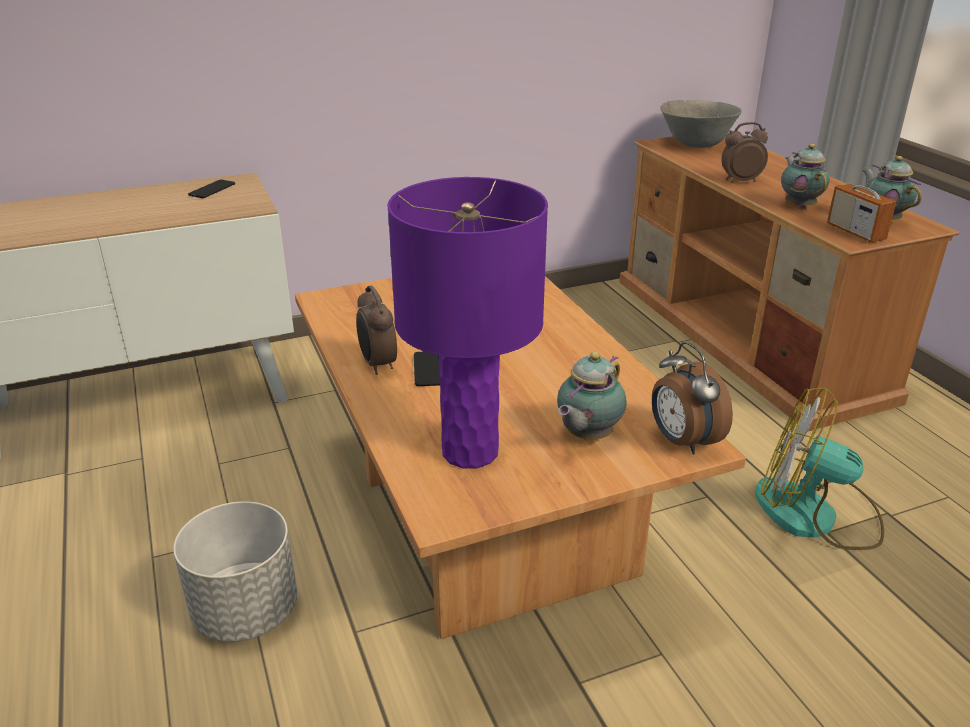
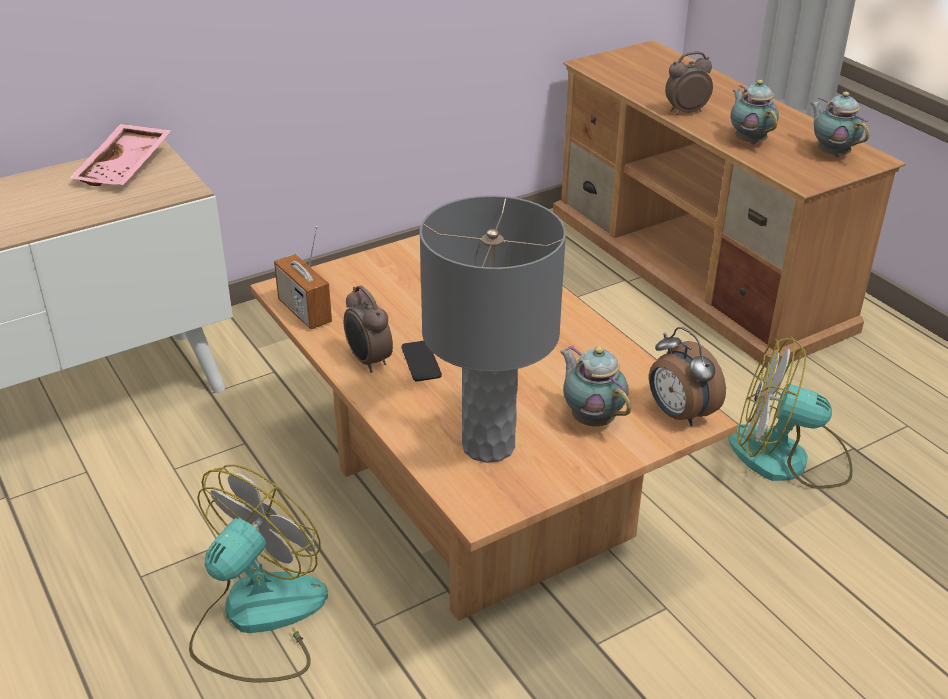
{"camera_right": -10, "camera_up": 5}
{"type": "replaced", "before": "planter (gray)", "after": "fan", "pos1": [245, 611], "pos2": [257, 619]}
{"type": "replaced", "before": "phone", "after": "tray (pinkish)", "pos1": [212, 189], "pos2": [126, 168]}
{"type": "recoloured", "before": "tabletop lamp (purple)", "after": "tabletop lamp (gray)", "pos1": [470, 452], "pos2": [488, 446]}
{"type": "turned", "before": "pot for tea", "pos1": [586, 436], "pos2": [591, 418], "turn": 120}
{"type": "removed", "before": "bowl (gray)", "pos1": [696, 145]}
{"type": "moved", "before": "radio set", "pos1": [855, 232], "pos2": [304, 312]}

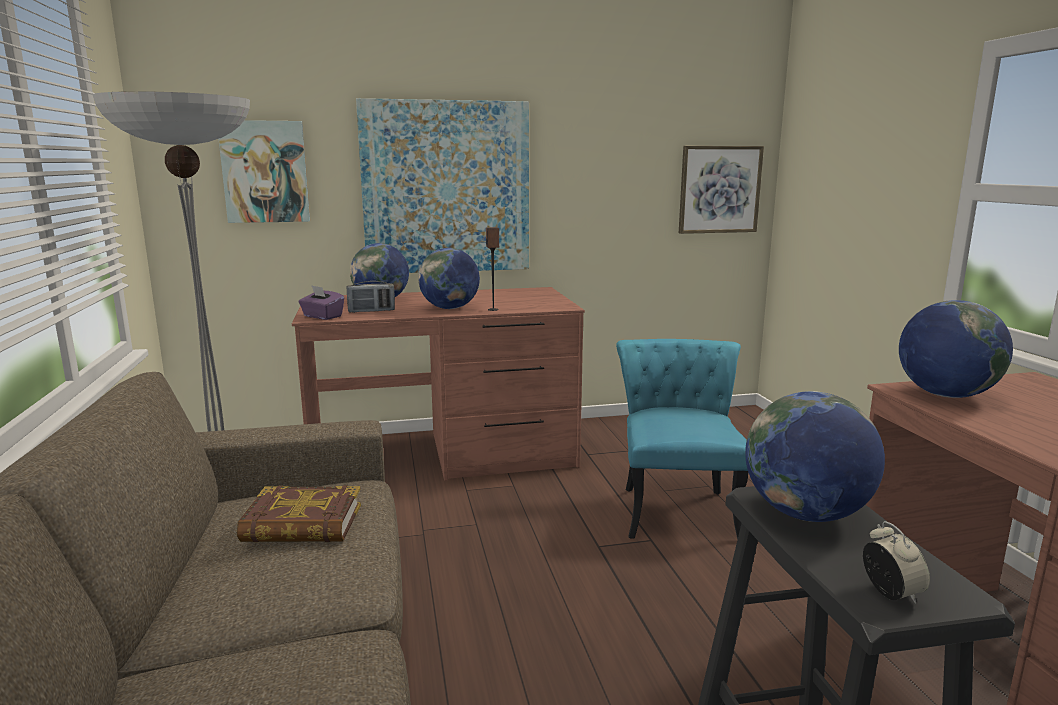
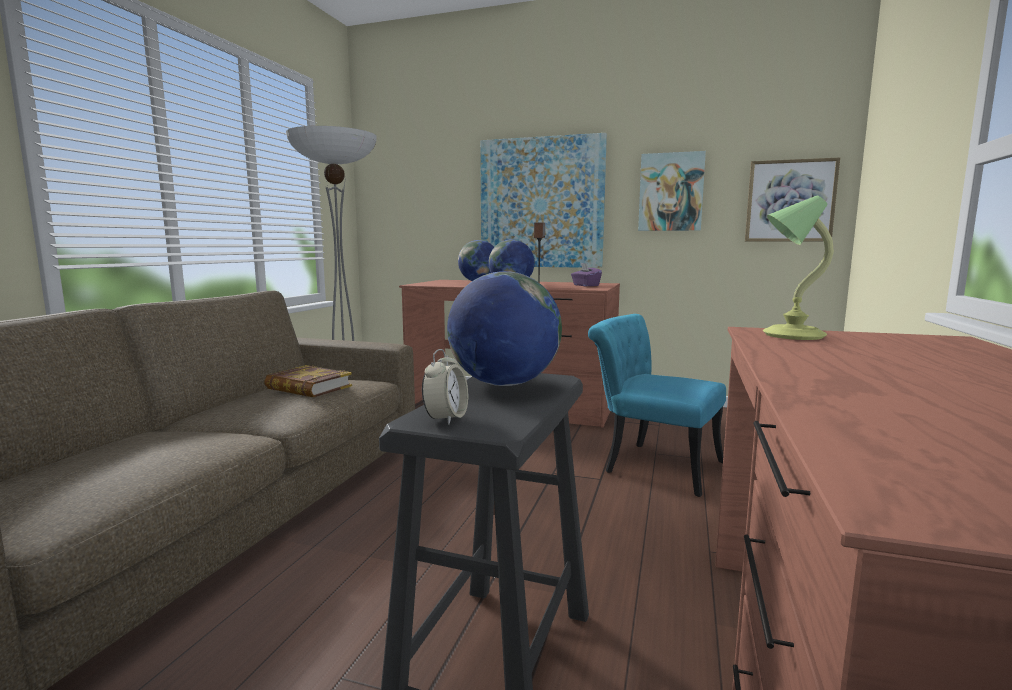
{"camera_right": 30, "camera_up": -5}
{"type": "moved", "before": "picture", "pos1": [265, 172], "pos2": [671, 192]}
{"type": "moved", "before": "box of tissues (purple)", "pos1": [322, 316], "pos2": [585, 285]}
{"type": "removed", "before": "radio set", "pos1": [371, 311]}
{"type": "turned", "before": "chair (turquoise-coloured)", "pos1": [676, 506], "pos2": [652, 465], "turn": -90}
{"type": "replaced", "before": "world globe", "after": "tabletop lamp", "pos1": [945, 395], "pos2": [790, 335]}

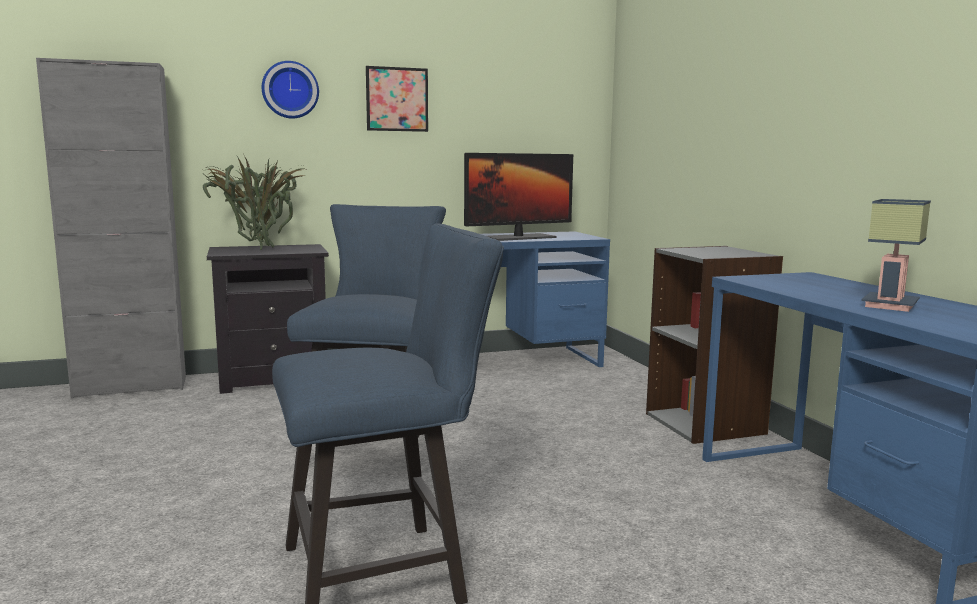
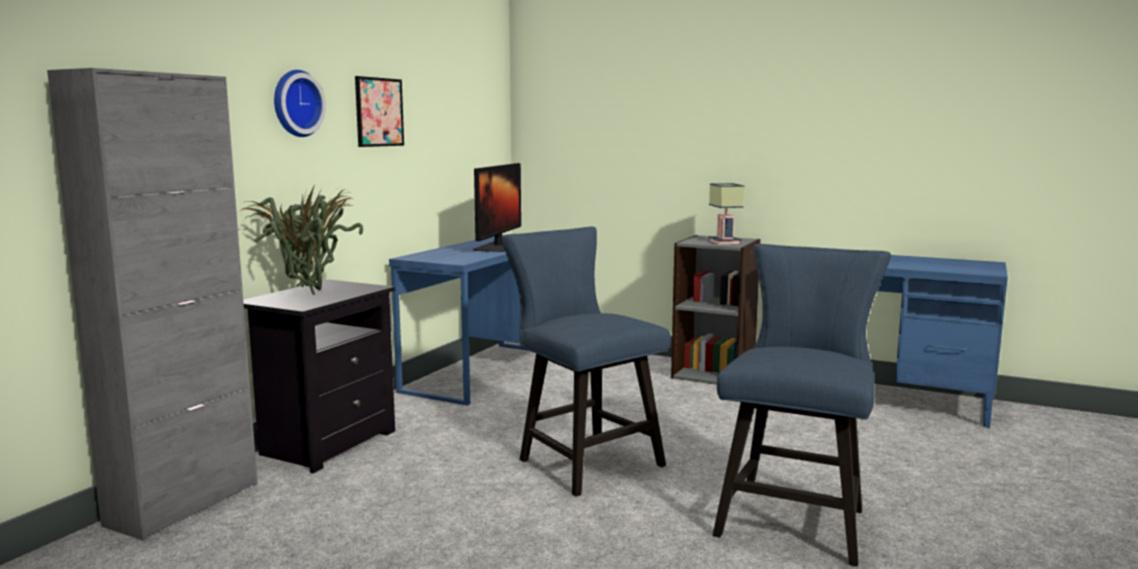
{"camera_right": -45, "camera_up": 0}
{"type": "moved", "before": "tabletop lamp", "pos1": [892, 306], "pos2": [726, 242]}

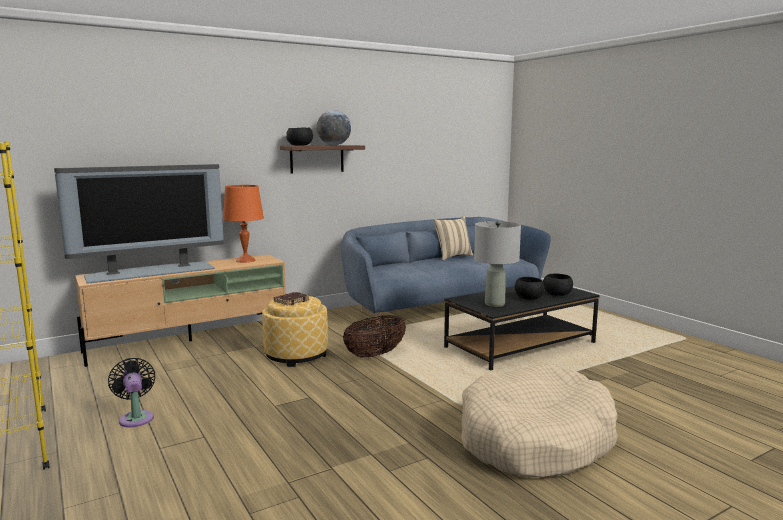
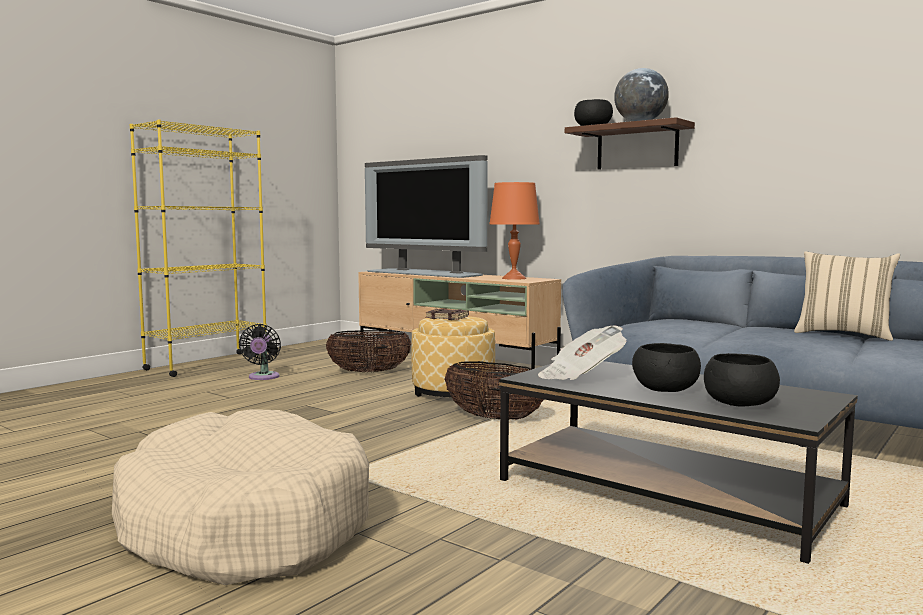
{"camera_right": 70, "camera_up": -5}
{"type": "turned", "before": "fan (blackish)", "pos1": [136, 417], "pos2": [263, 377], "turn": 135}
{"type": "replaced", "before": "tabletop lamp (gray)", "after": "printed paper", "pos1": [495, 304], "pos2": [581, 376]}
{"type": "added", "after": "storage basket", "pos2": [369, 372]}

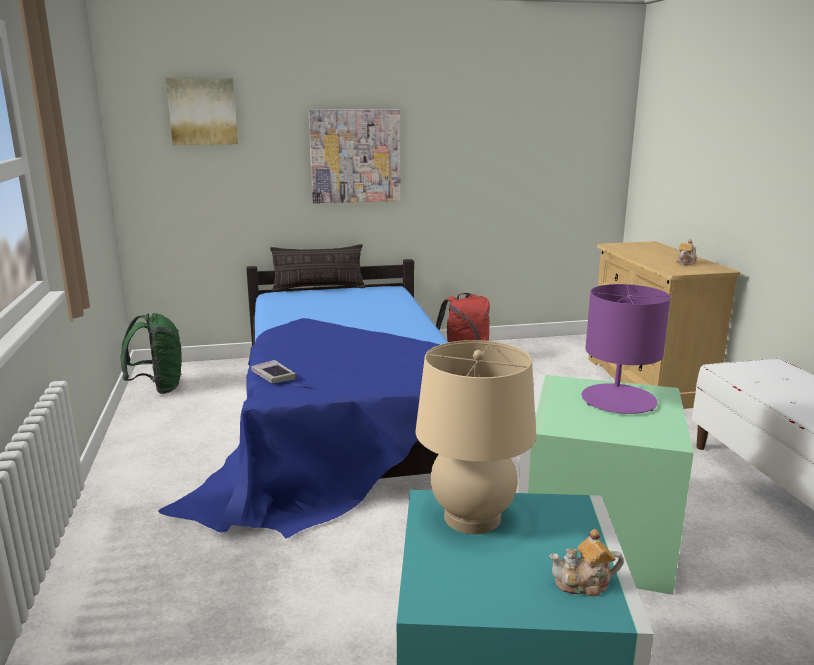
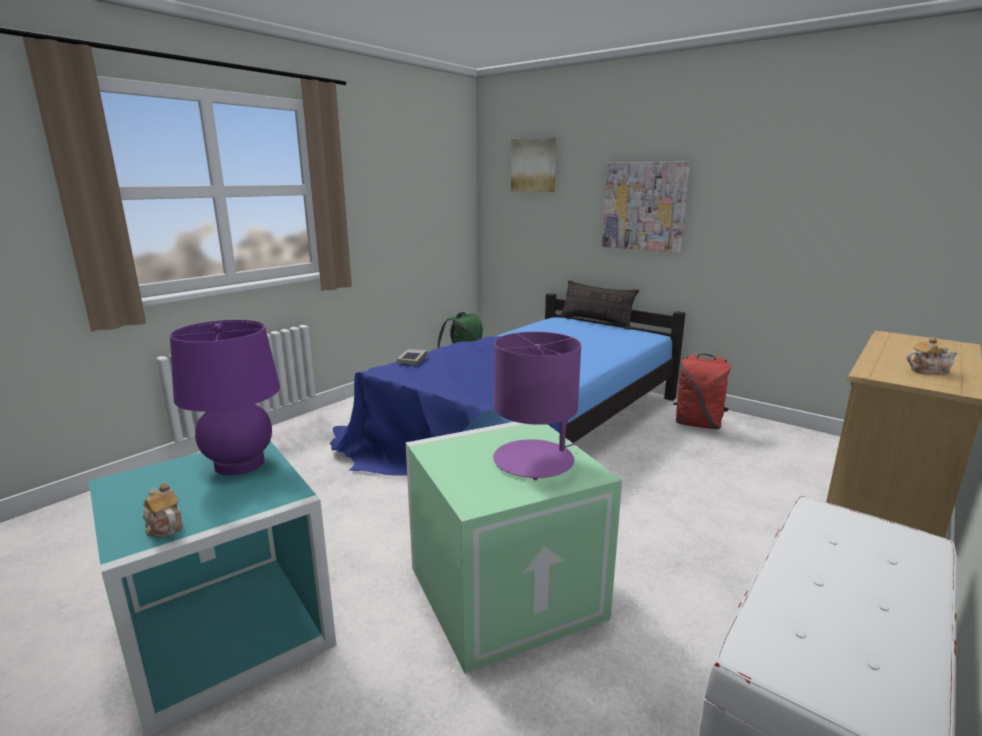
{"camera_right": 50, "camera_up": 0}
{"type": "recoloured", "before": "tabletop lamp (sand-coloured)", "after": "tabletop lamp (purple)", "pos1": [472, 517], "pos2": [240, 464]}

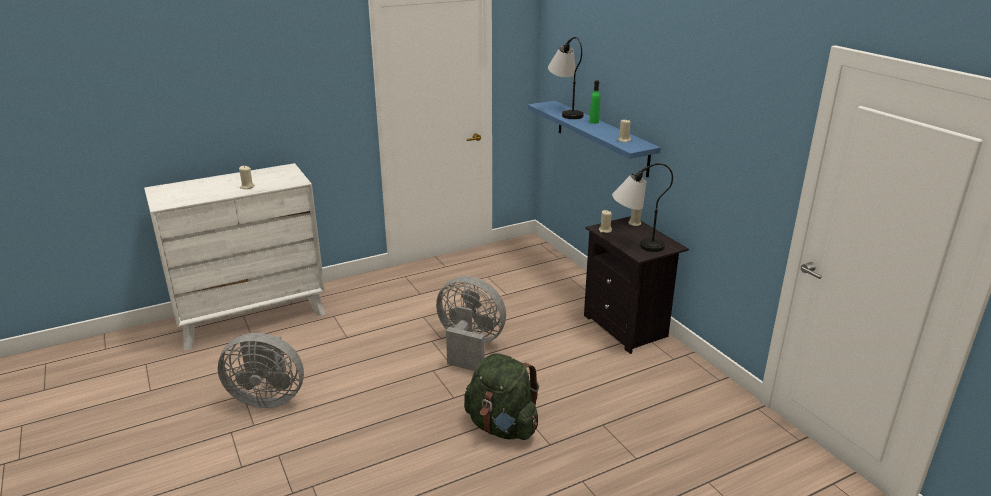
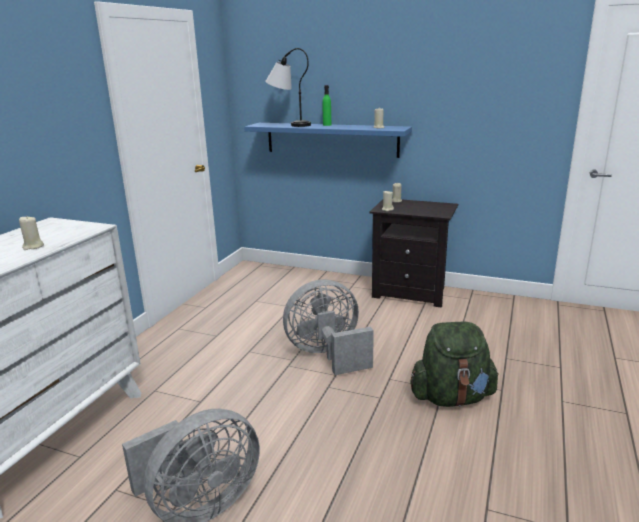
{"camera_right": -40, "camera_up": -5}
{"type": "removed", "before": "tabletop lamp", "pos1": [635, 244]}

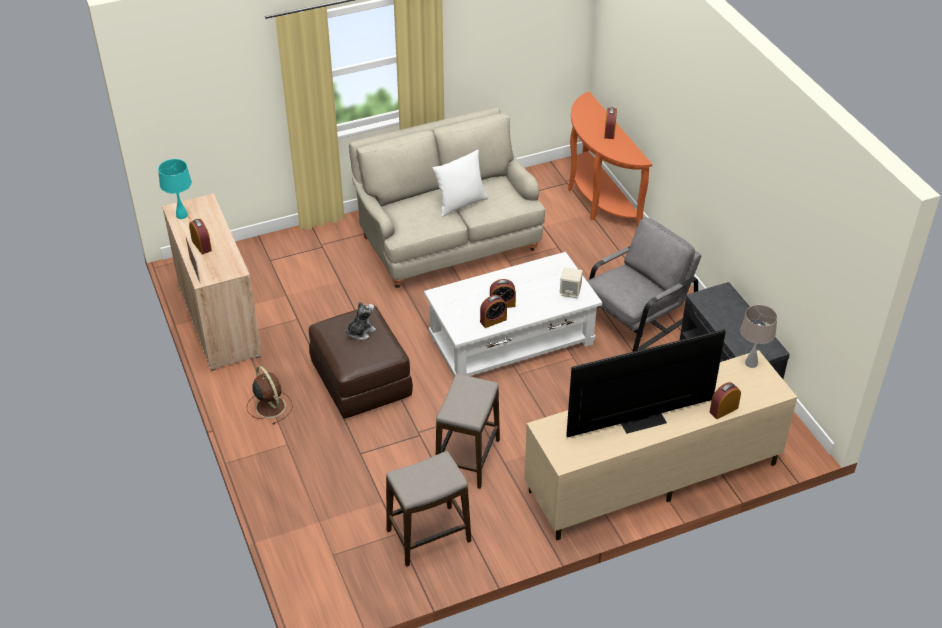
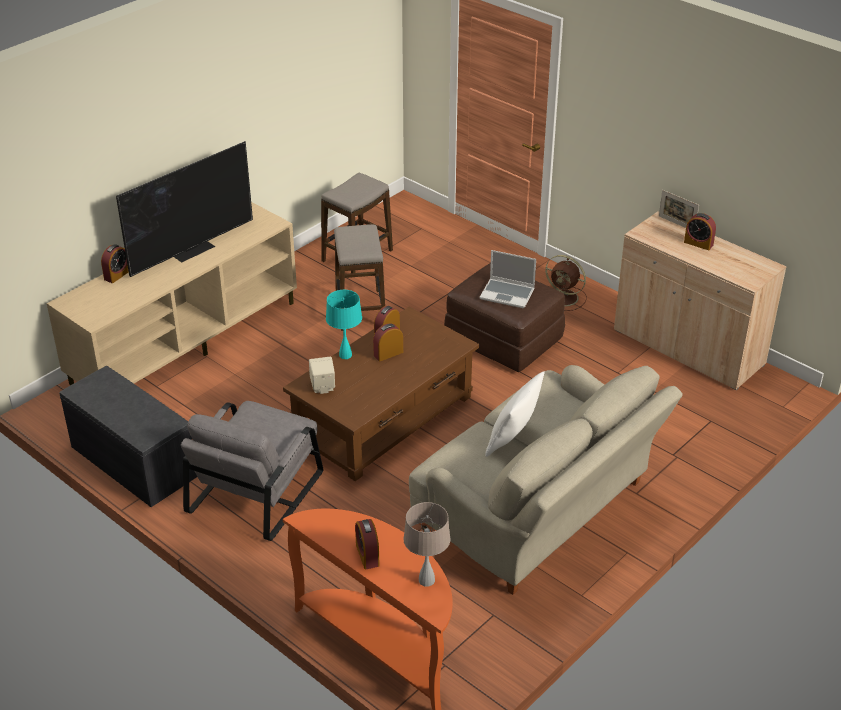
{"camera_right": 155, "camera_up": -5}
{"type": "moved", "before": "tabletop lamp (turquoise-coloured)", "pos1": [181, 215], "pos2": [345, 355]}
{"type": "replaced", "before": "soft toy", "after": "portable computer", "pos1": [360, 332], "pos2": [508, 294]}
{"type": "recoloured", "before": "lounge table (white)", "after": "lounge table (brown)", "pos1": [512, 340], "pos2": [383, 418]}
{"type": "moved", "before": "tabletop lamp (sand-coloured)", "pos1": [751, 363], "pos2": [426, 580]}

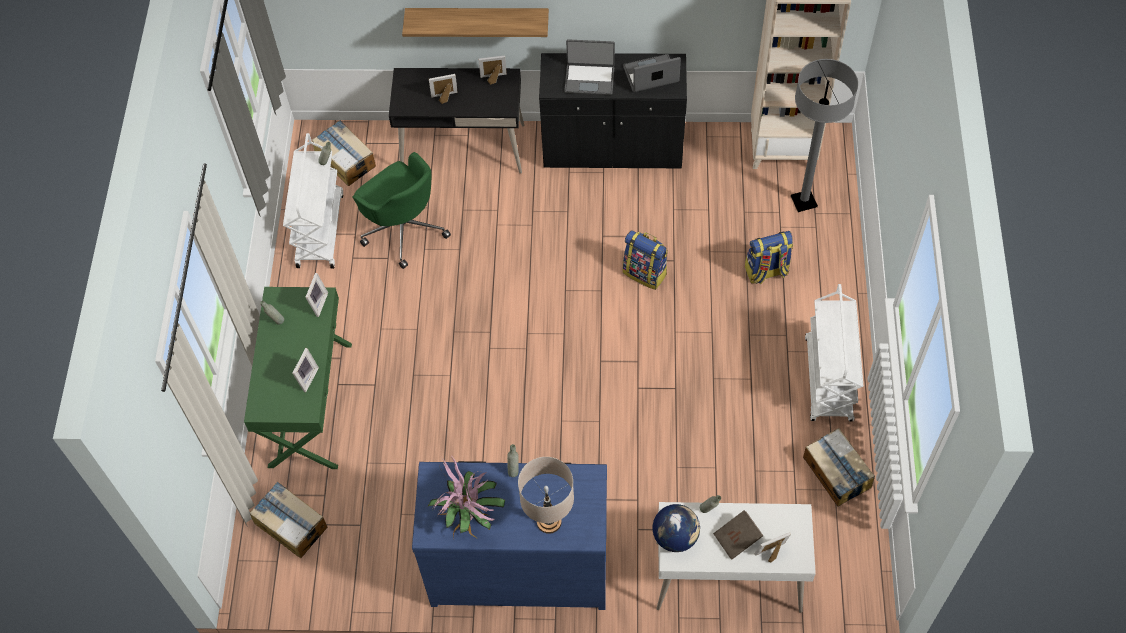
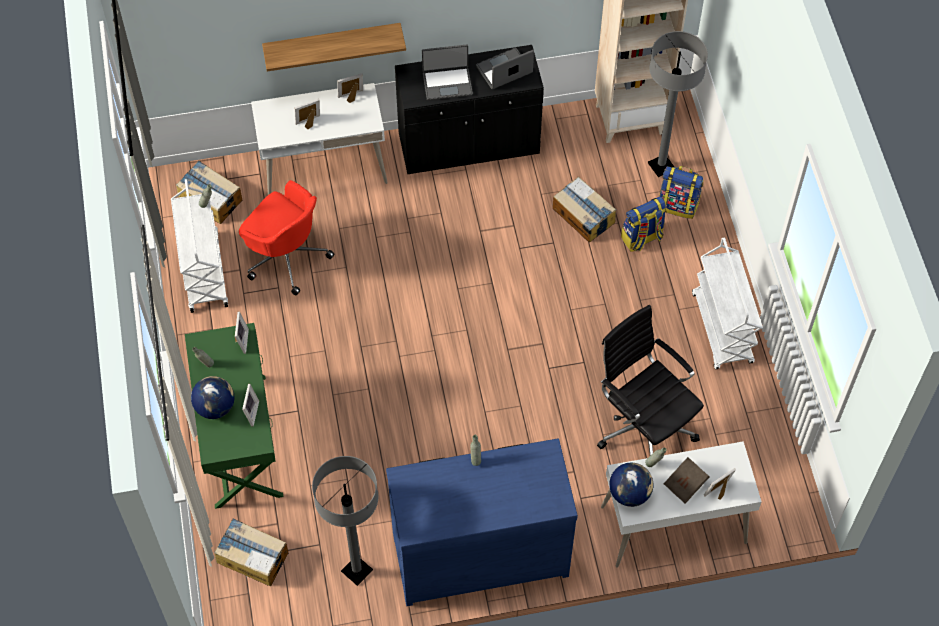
{"camera_right": -15, "camera_up": 0}
{"type": "recoloured", "before": "computer chair (greenish)", "after": "computer chair (reddish)", "pos1": [404, 228], "pos2": [286, 256]}
{"type": "recoloured", "before": "desk unit (blackish)", "after": "desk unit (white)", "pos1": [463, 148], "pos2": [323, 168]}
{"type": "removed", "before": "potted plant", "pos1": [469, 517]}
{"type": "removed", "before": "tabletop lamp (sand-coloured)", "pos1": [549, 521]}
{"type": "moved", "before": "rucksack", "pos1": [645, 273], "pos2": [678, 205]}
{"type": "moved", "before": "packing box", "pos1": [836, 473], "pos2": [583, 216]}
{"type": "added", "after": "world globe", "pos2": [215, 407]}
{"type": "added", "after": "floor lamp (gray)", "pos2": [357, 571]}
{"type": "added", "after": "computer chair (blackish)", "pos2": [643, 426]}

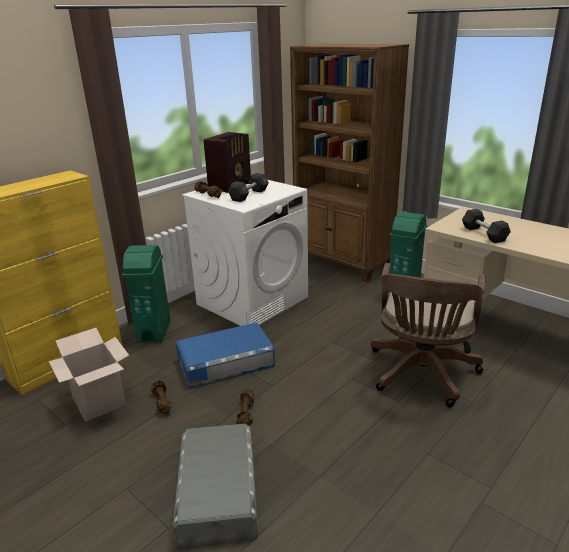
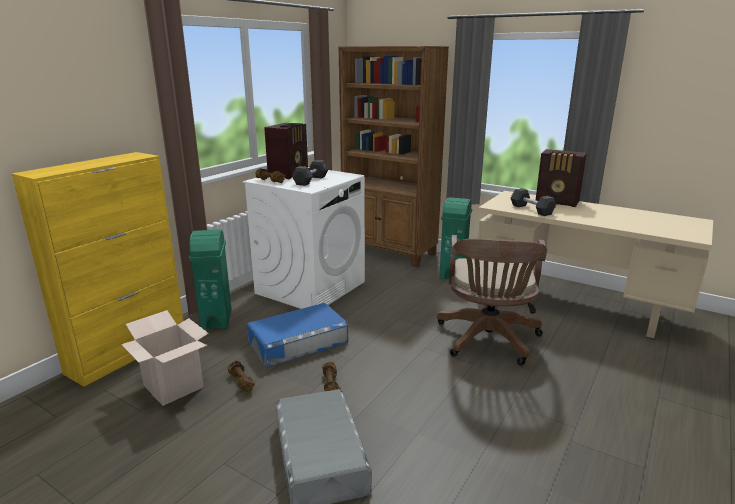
{"camera_right": -10, "camera_up": -5}
{"type": "added", "after": "radio set", "pos2": [558, 202]}

